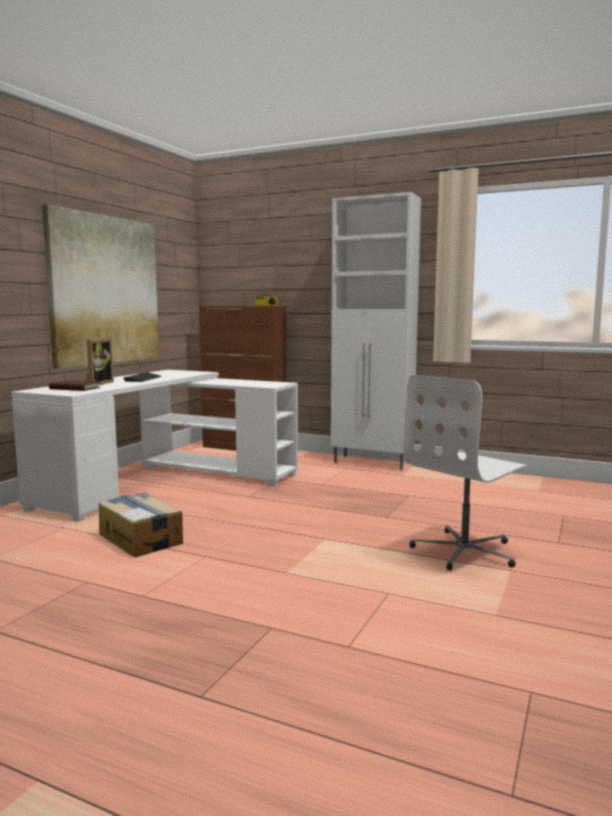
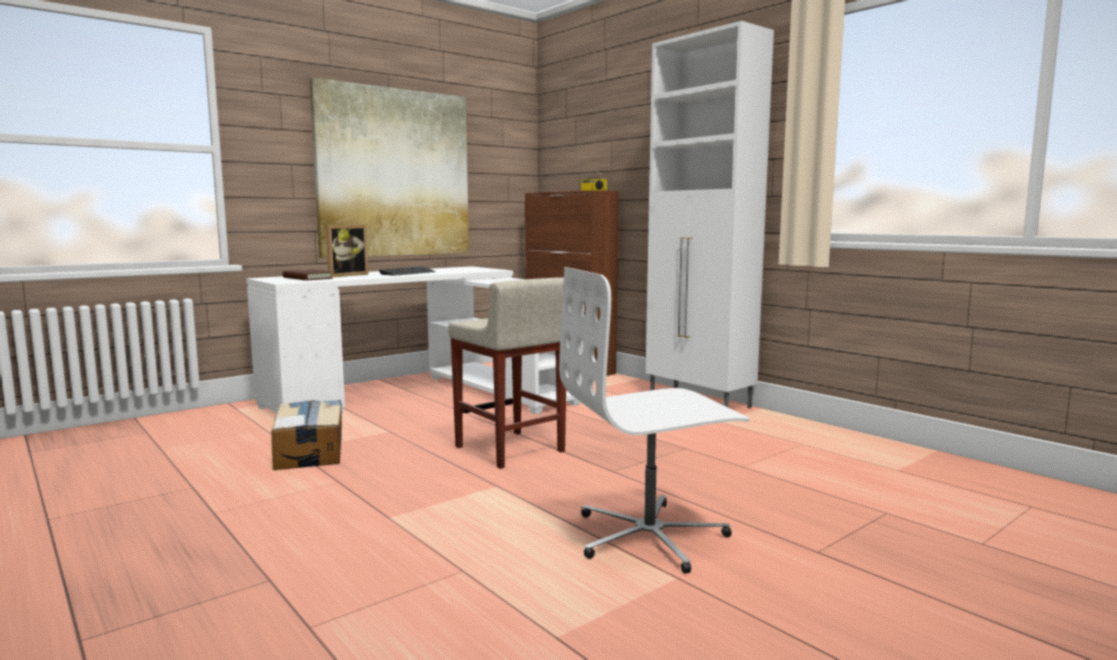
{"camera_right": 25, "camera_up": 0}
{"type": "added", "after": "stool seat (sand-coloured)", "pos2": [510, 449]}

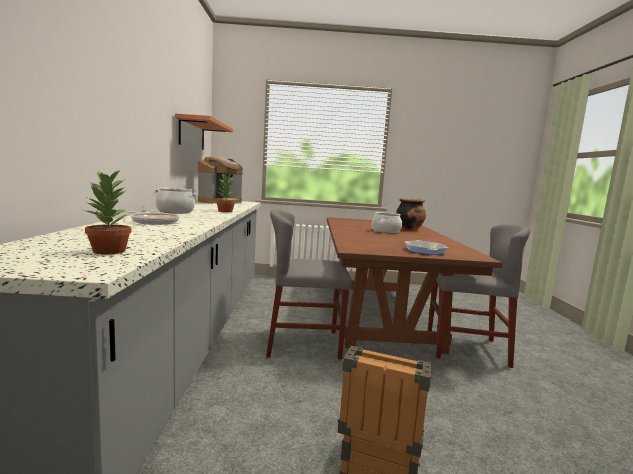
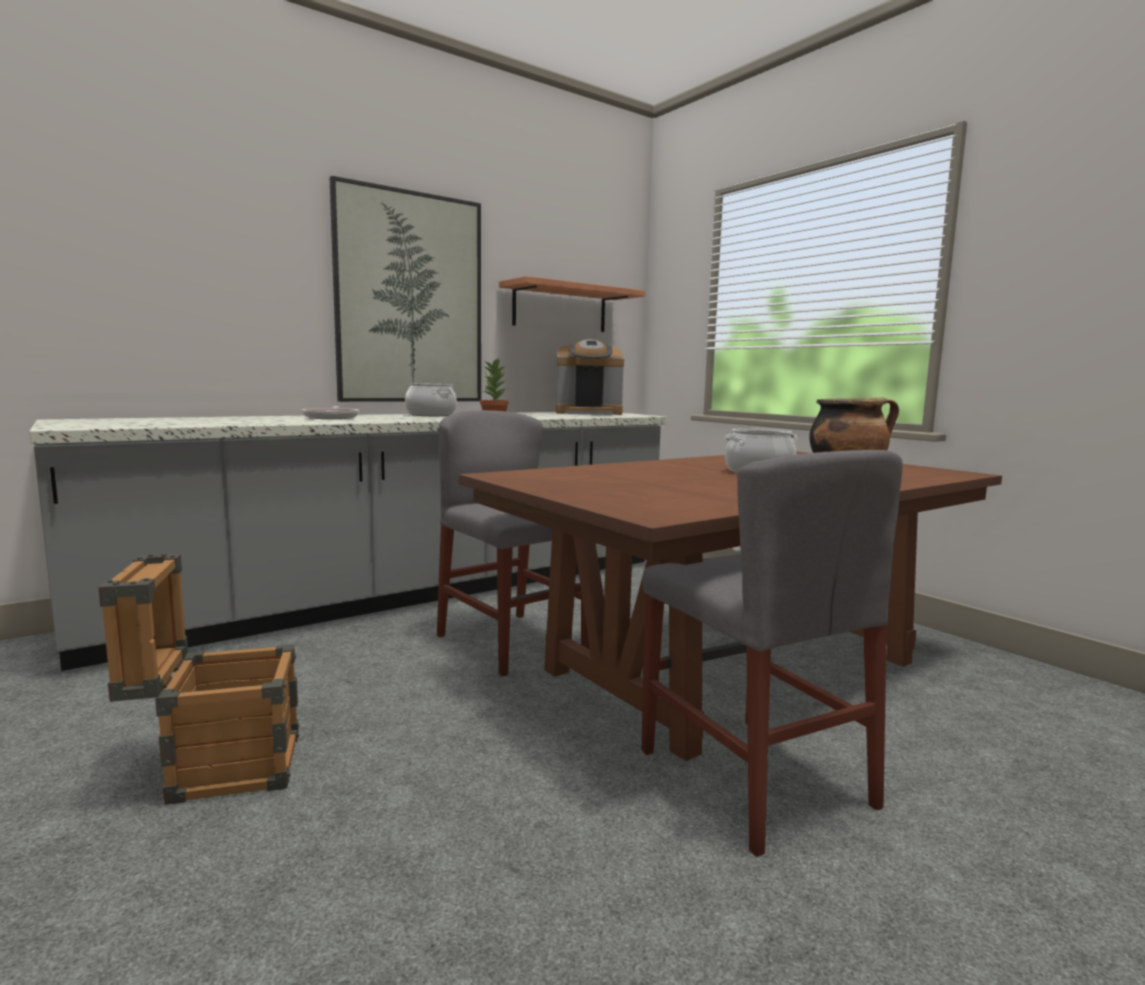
{"camera_right": 55, "camera_up": 0}
{"type": "removed", "before": "potted plant", "pos1": [109, 251]}
{"type": "removed", "before": "skillet", "pos1": [425, 251]}
{"type": "added", "after": "picture", "pos2": [410, 299]}

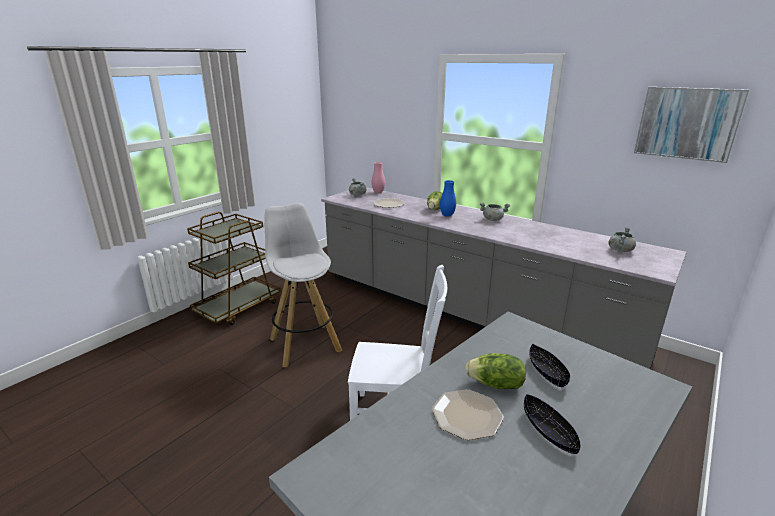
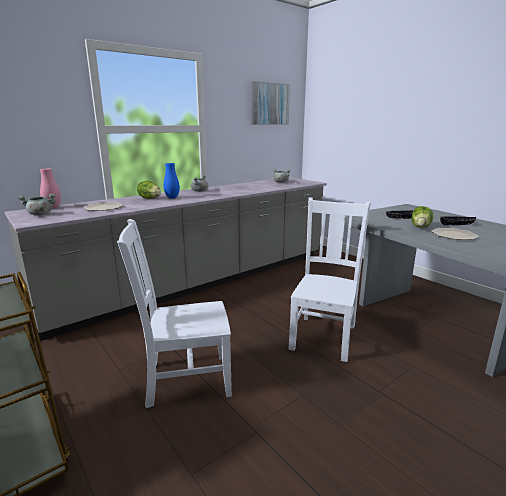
{"camera_right": -75, "camera_up": -5}
{"type": "replaced", "before": "stool seat (white)", "after": "chair (white)", "pos1": [304, 344], "pos2": [184, 379]}

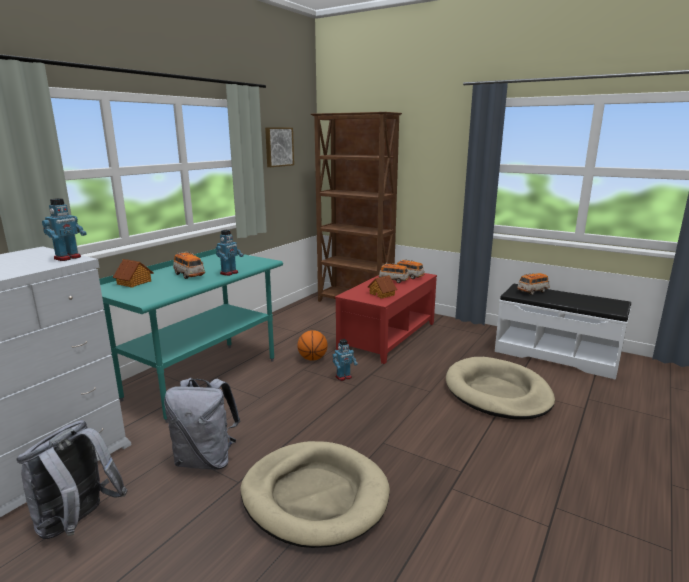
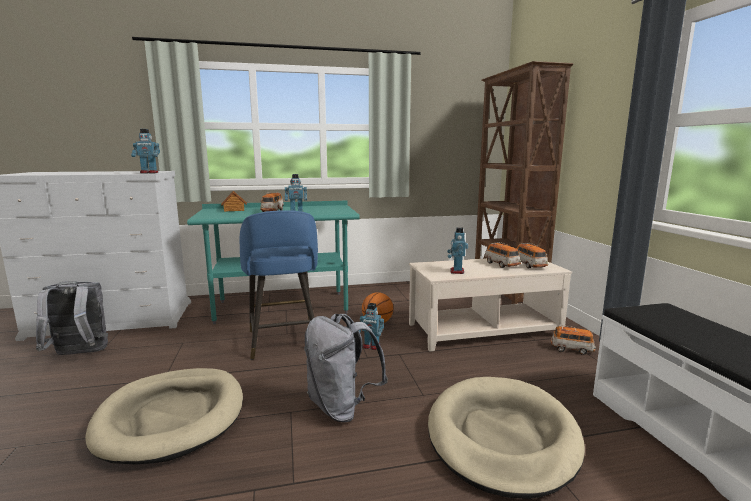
{"camera_right": 45, "camera_up": -5}
{"type": "moved", "before": "rucksack (gray)", "pos1": [206, 460], "pos2": [342, 407]}
{"type": "removed", "before": "picture", "pos1": [278, 147]}
{"type": "recoloured", "before": "lounge table (reddish)", "after": "lounge table (sand-coloured)", "pos1": [388, 336], "pos2": [483, 330]}
{"type": "replaced", "before": "toy house", "after": "toy robot", "pos1": [382, 294], "pos2": [456, 271]}
{"type": "moved", "before": "toy car", "pos1": [532, 291], "pos2": [572, 349]}
{"type": "added", "after": "stool seat (blue-coloured)", "pos2": [284, 341]}

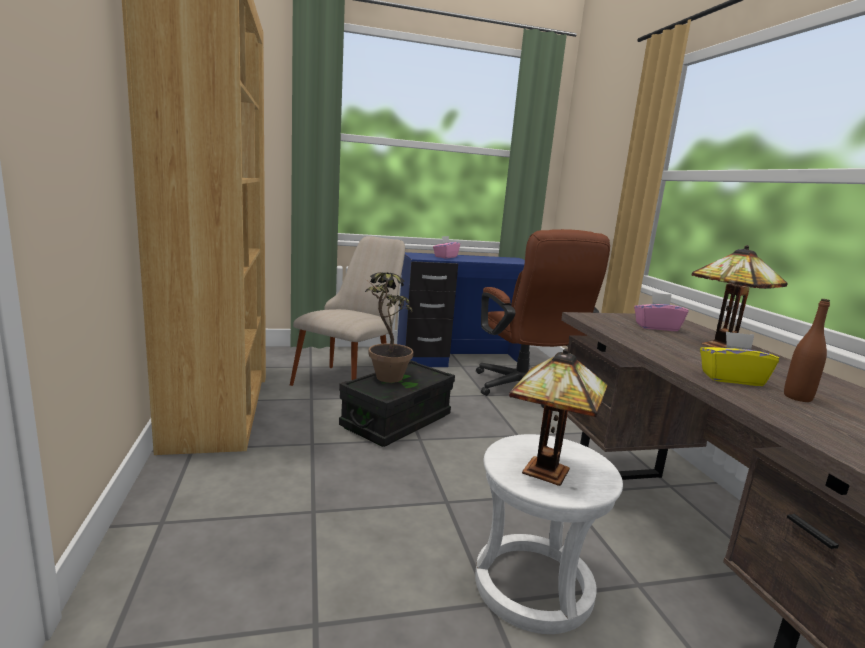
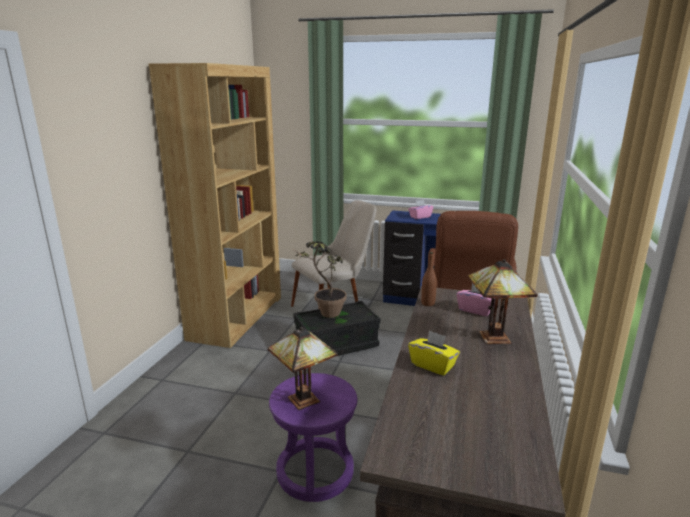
{"camera_right": 30, "camera_up": 5}
{"type": "recoloured", "before": "stool seat (white)", "after": "stool seat (purple)", "pos1": [532, 585], "pos2": [315, 471]}
{"type": "moved", "before": "bottle (brown)", "pos1": [797, 397], "pos2": [428, 303]}

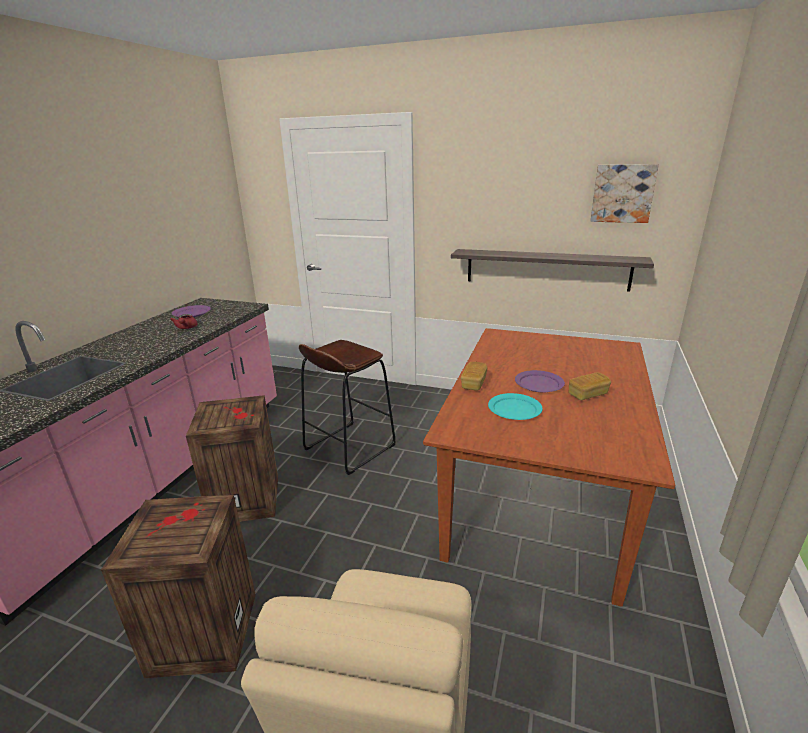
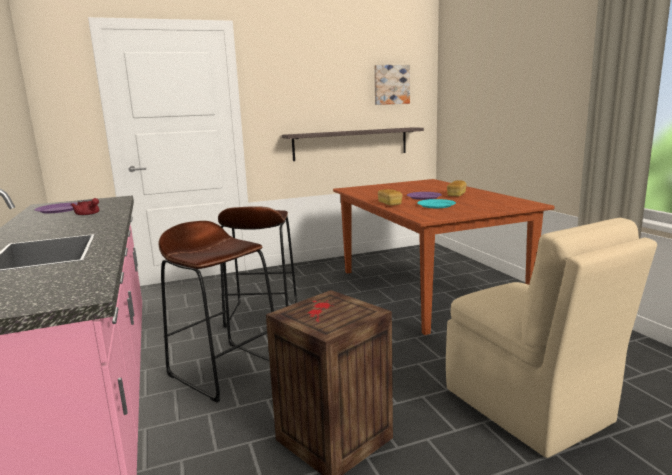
{"camera_right": -40, "camera_up": -10}
{"type": "replaced", "before": "packing crate", "after": "stool seat (brown)", "pos1": [247, 499], "pos2": [225, 370]}

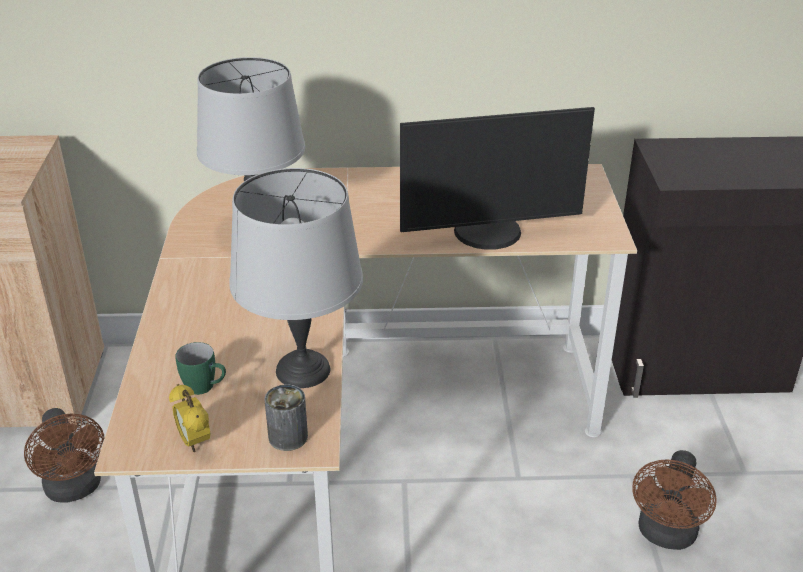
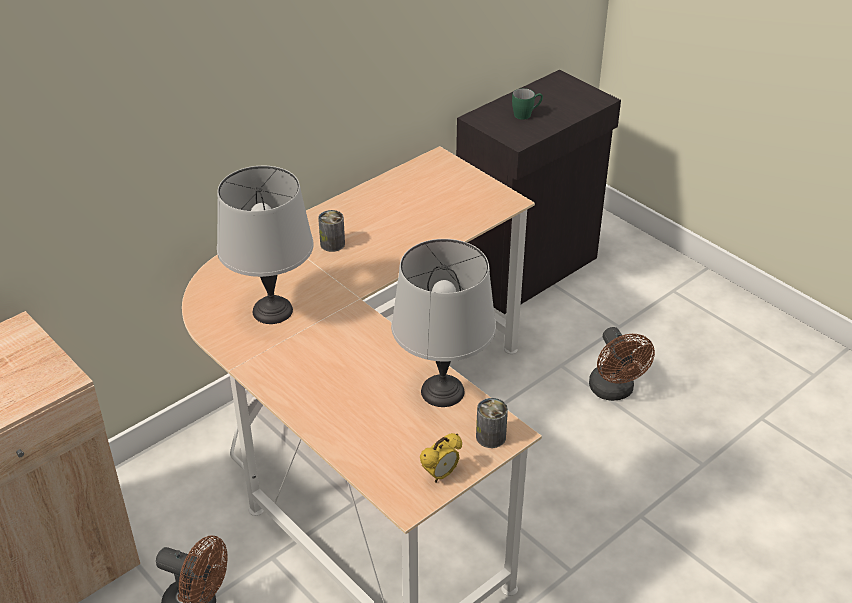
{"camera_right": -40, "camera_up": 5}
{"type": "turned", "before": "alarm clock", "pos1": [194, 442], "pos2": [440, 475], "turn": -60}
{"type": "moved", "before": "tea mug (greenish)", "pos1": [205, 387], "pos2": [526, 114]}
{"type": "removed", "before": "computer screen", "pos1": [488, 233]}
{"type": "added", "after": "sealed can", "pos2": [332, 244]}

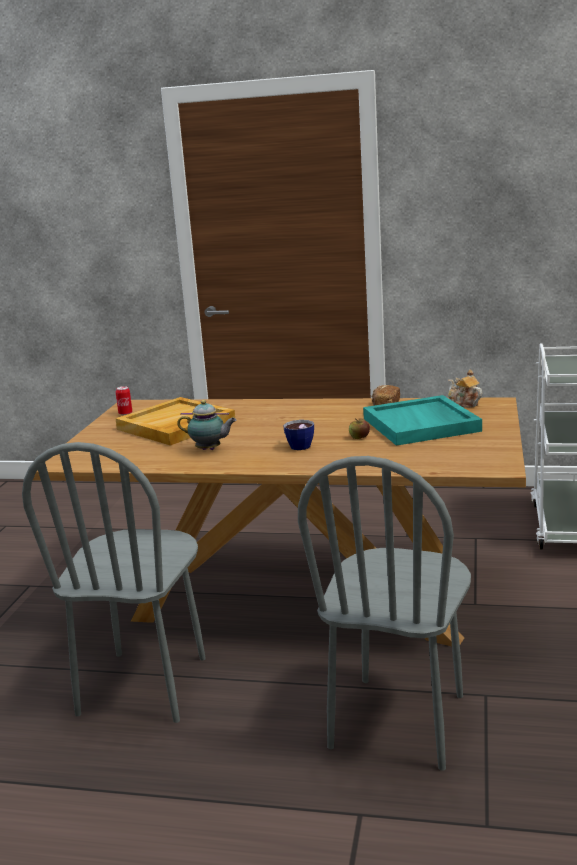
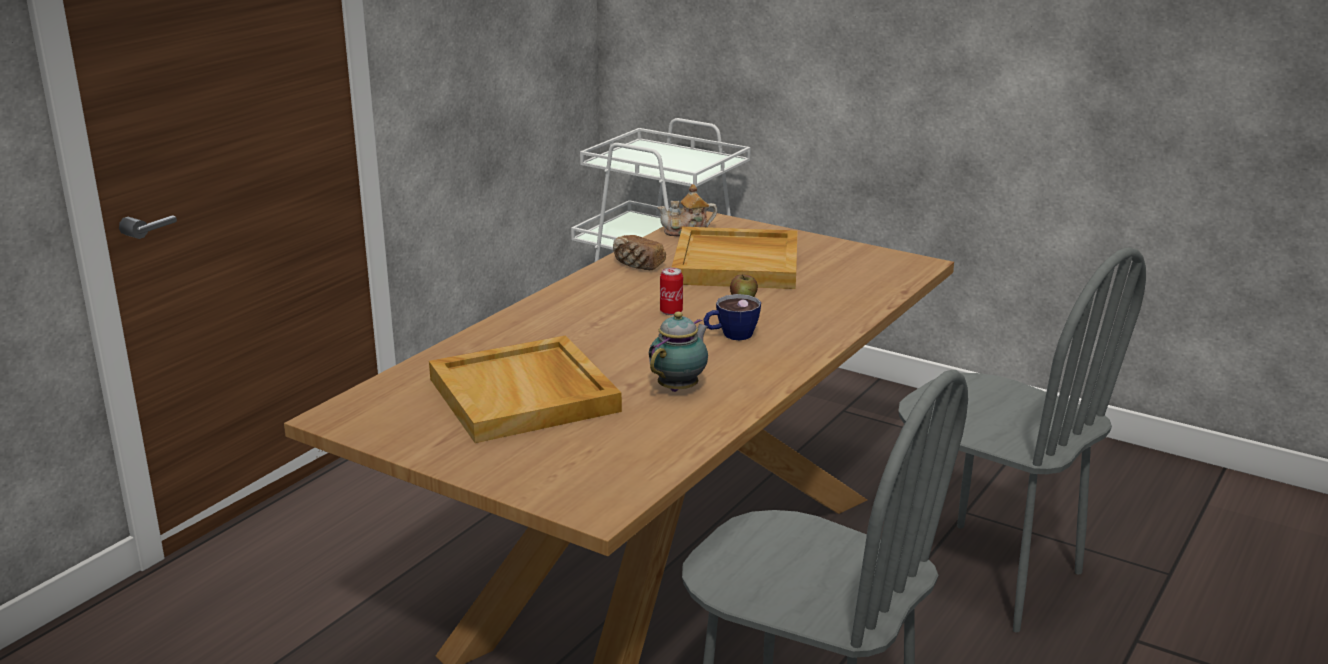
{"camera_right": -70, "camera_up": 5}
{"type": "moved", "before": "sealed can", "pos1": [125, 413], "pos2": [671, 312]}
{"type": "recoloured", "before": "tray (turquoise-coloured)", "after": "tray (sand-coloured)", "pos1": [422, 425], "pos2": [737, 264]}

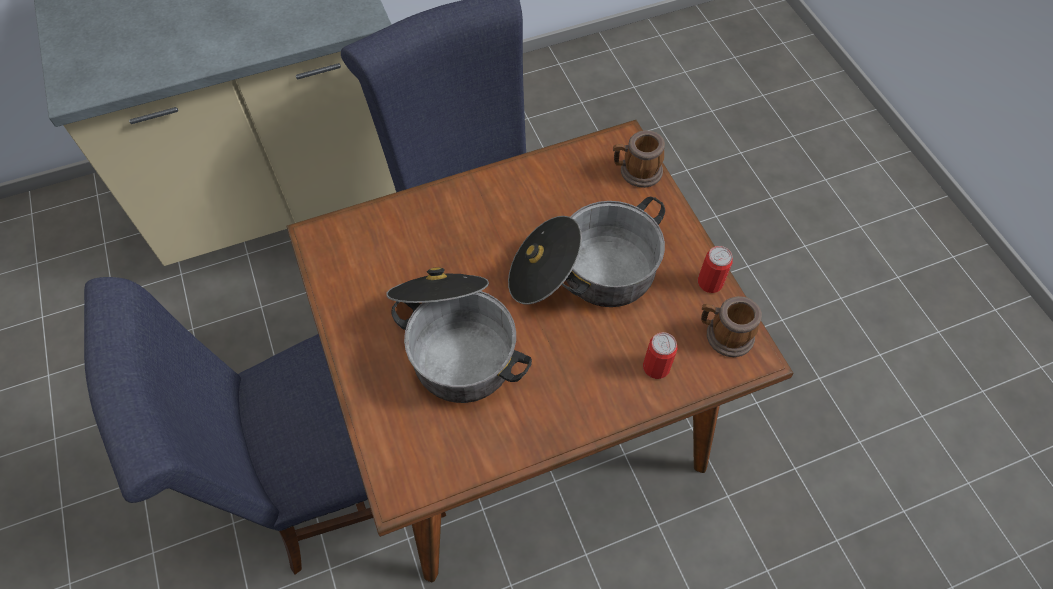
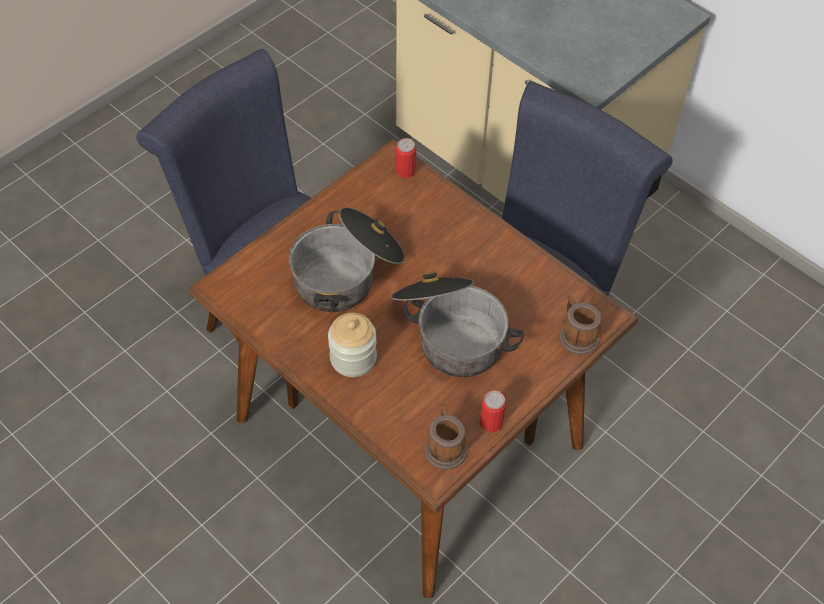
{"camera_right": 65, "camera_up": -5}
{"type": "moved", "before": "sealed can", "pos1": [656, 367], "pos2": [405, 171]}
{"type": "added", "after": "preserve jar", "pos2": [353, 358]}

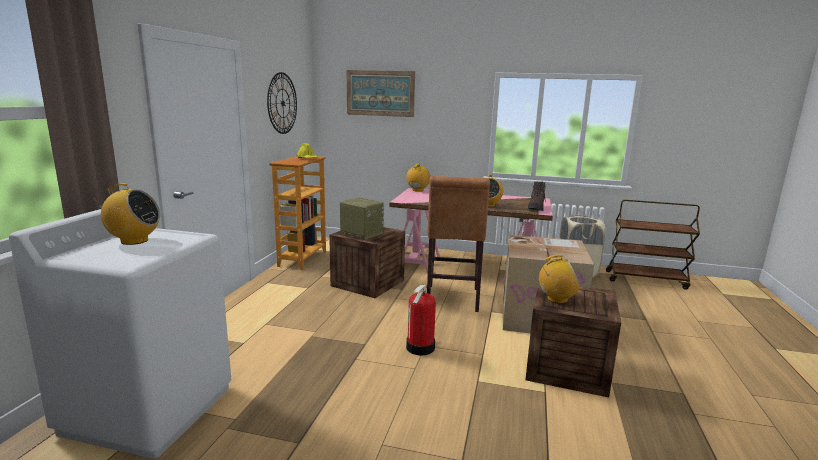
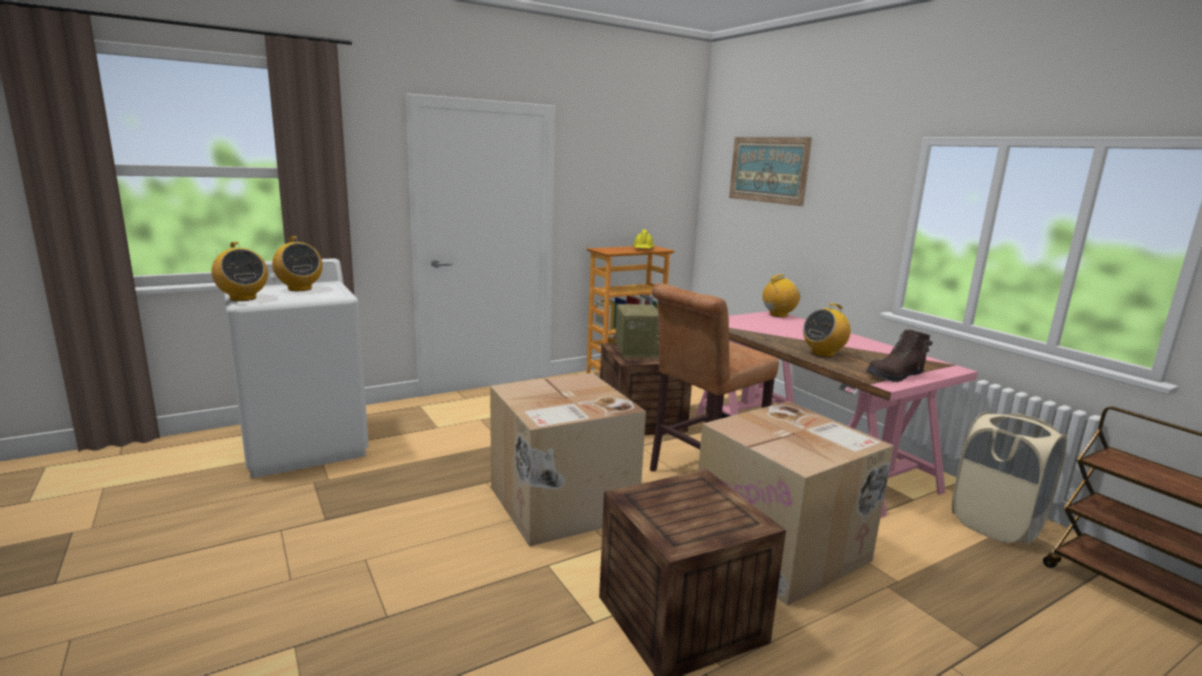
{"camera_right": 45, "camera_up": 0}
{"type": "removed", "before": "wall clock", "pos1": [282, 103]}
{"type": "replaced", "before": "fire extinguisher", "after": "packing box", "pos1": [420, 348], "pos2": [561, 504]}
{"type": "moved", "before": "radio set", "pos1": [557, 299], "pos2": [243, 298]}

